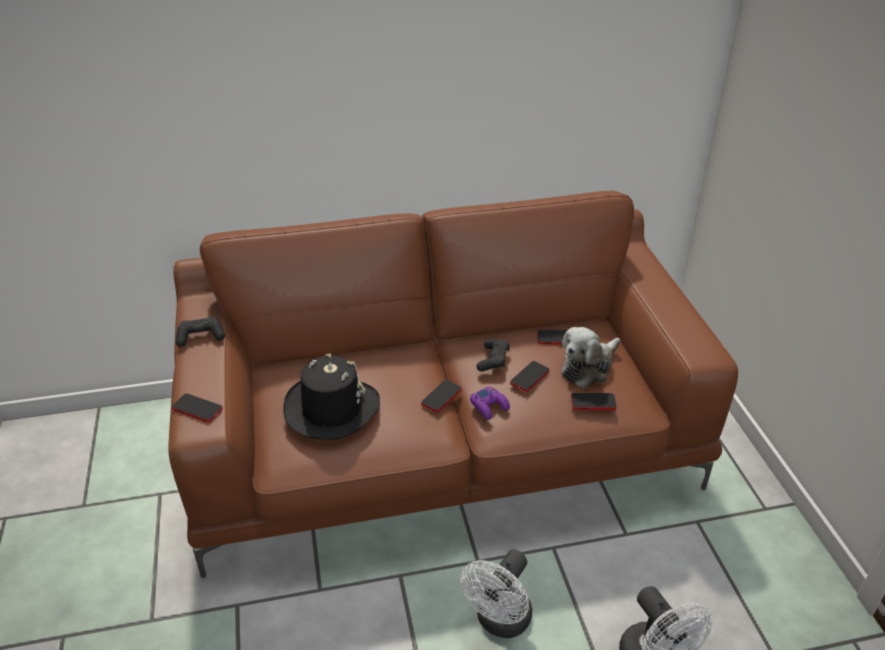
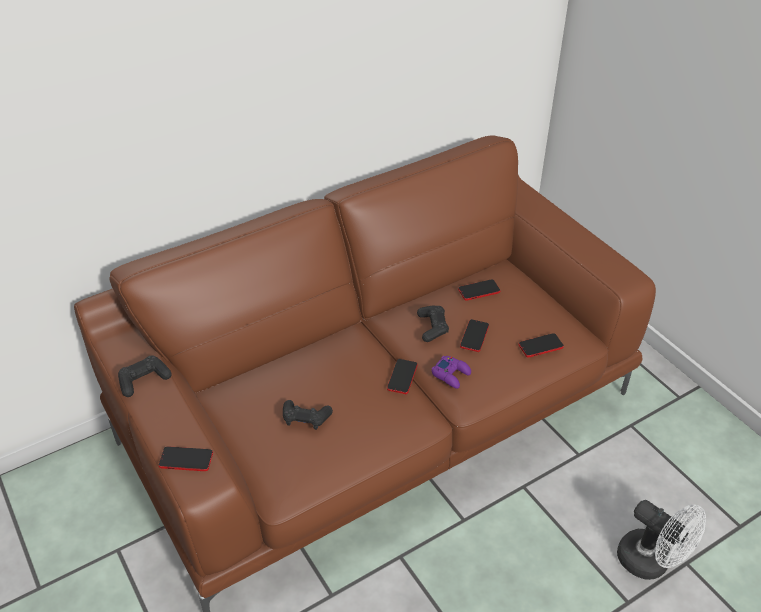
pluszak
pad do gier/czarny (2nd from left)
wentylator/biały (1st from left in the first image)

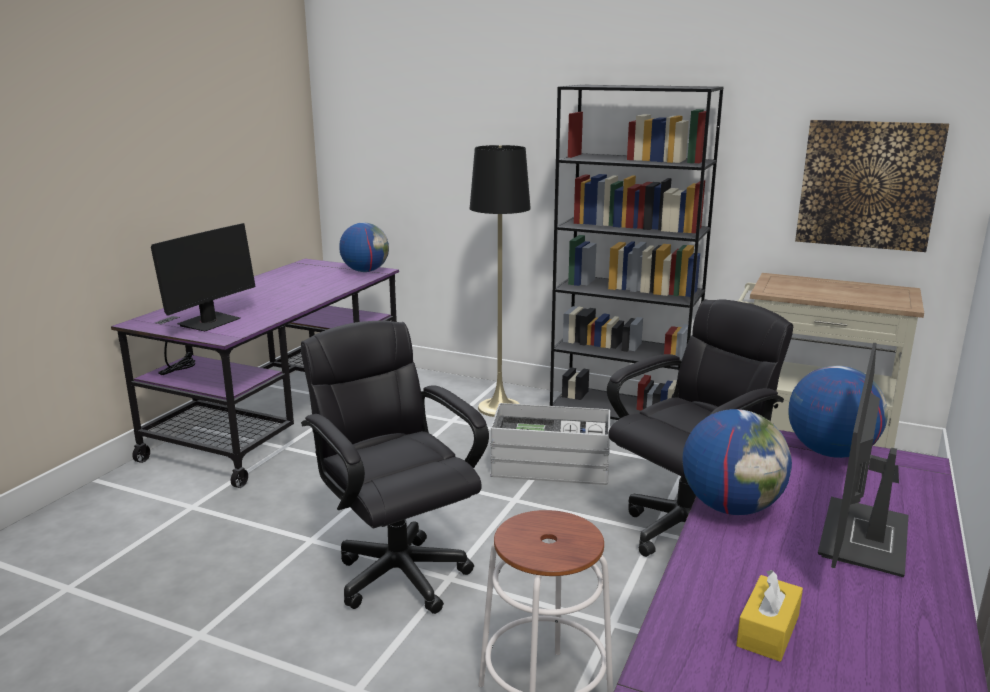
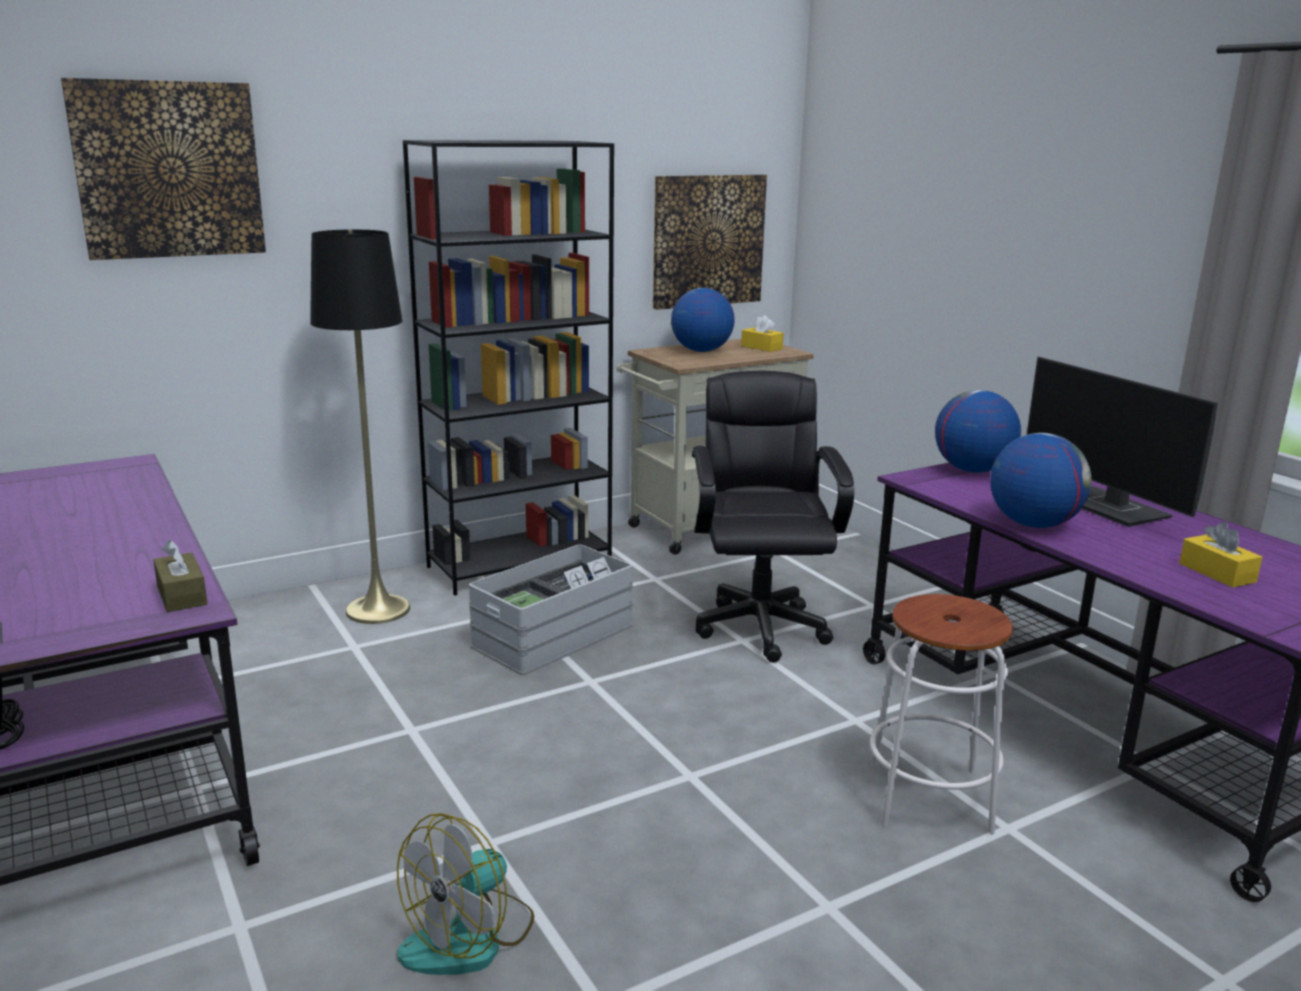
monitor (1st from left in the first image)
globus (1st from left)
krzesło biurowe/czarny (1st from left in the first image)
obraz (1st from left)
pudełko chusteczek/żółty (1st from left)
pudełko chusteczek/brązowy
wentylator

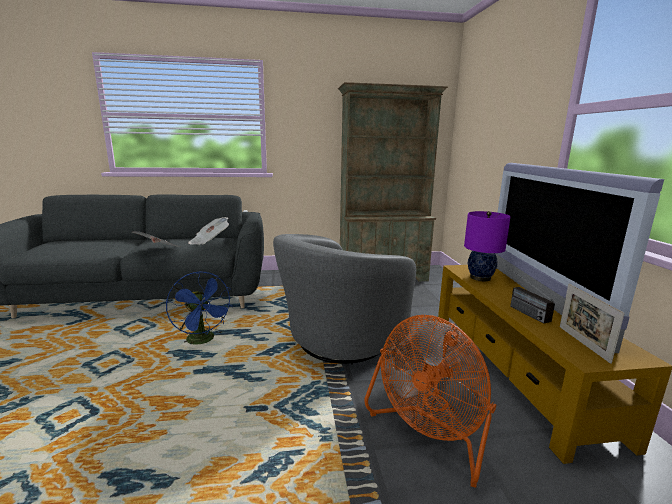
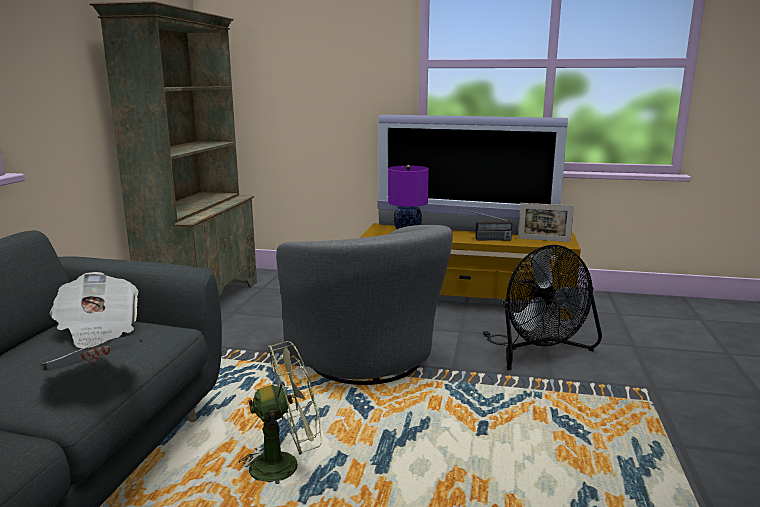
wentylator/zielony
wentylator/czarny

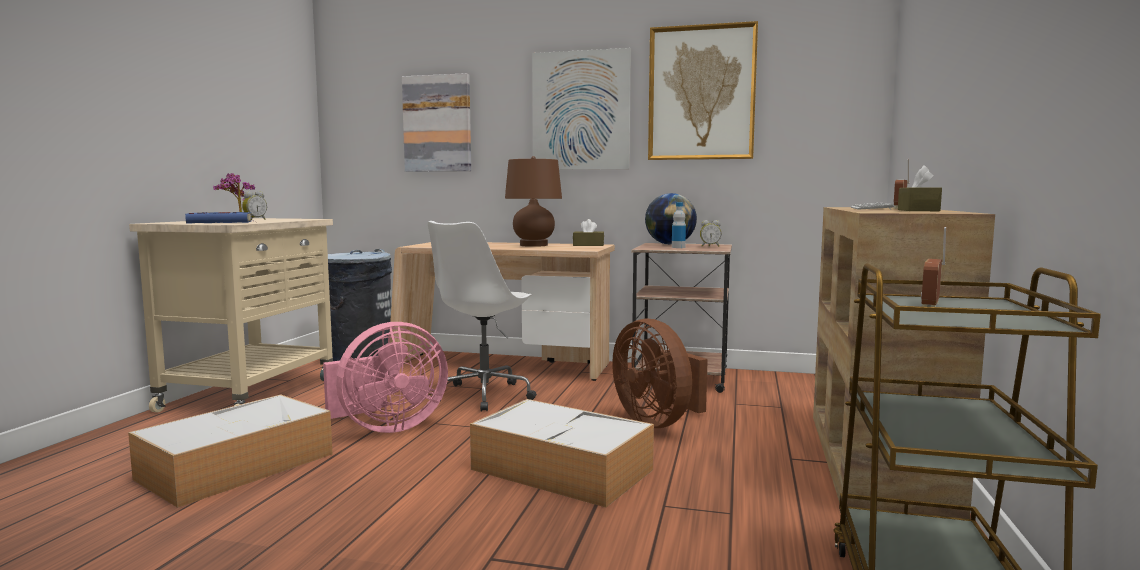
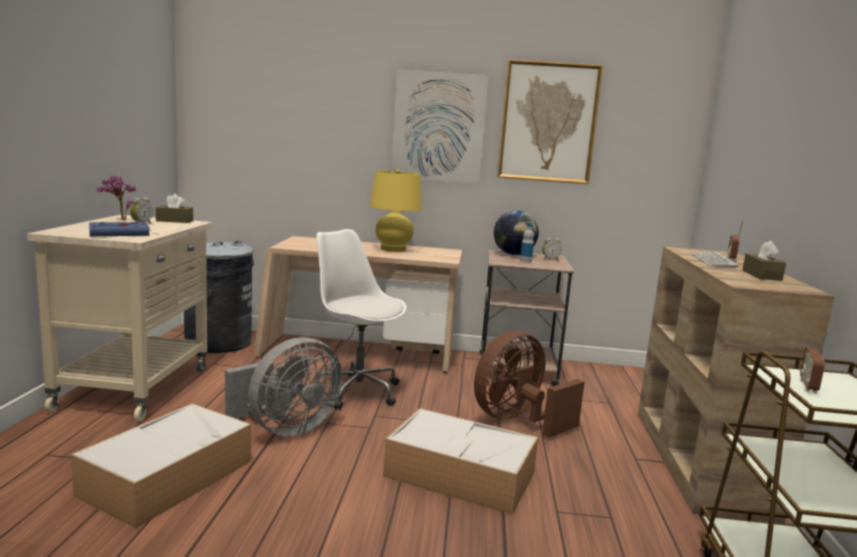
obraz (1st from left in the first image)
lampa stołowa/żółty
pudełko chusteczek/brązowy (1st from left)
krzesło biurowe/biały
wentylator/brązowy
wentylator/szary

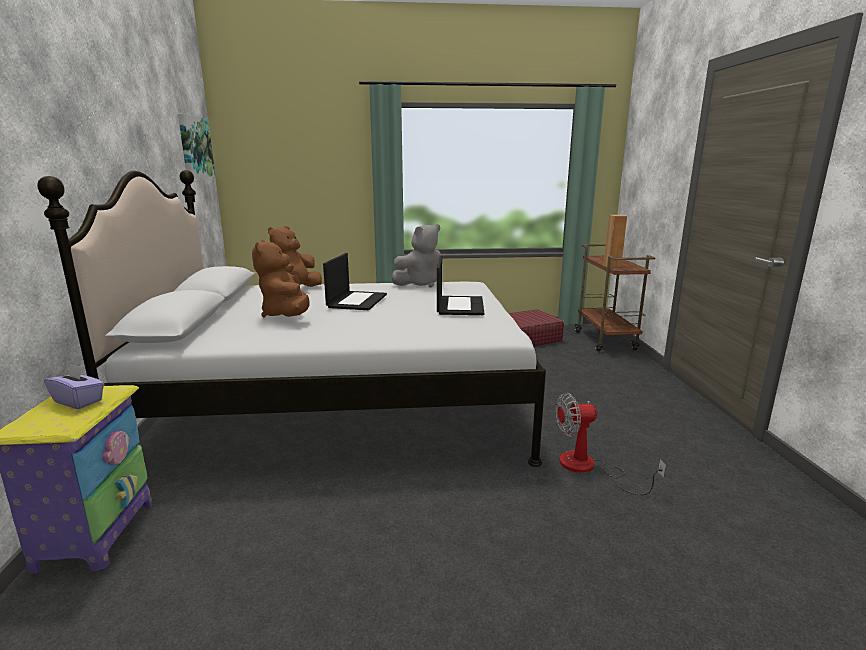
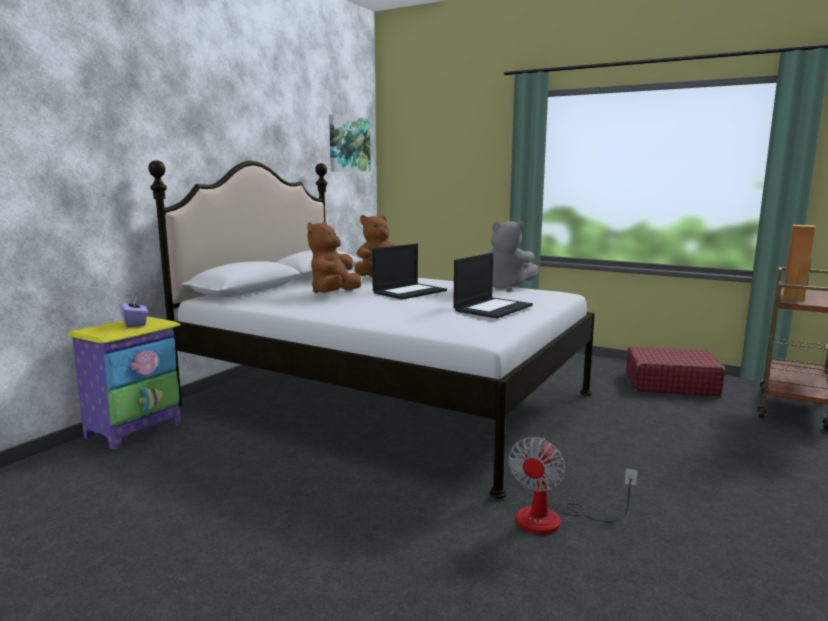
wentylator

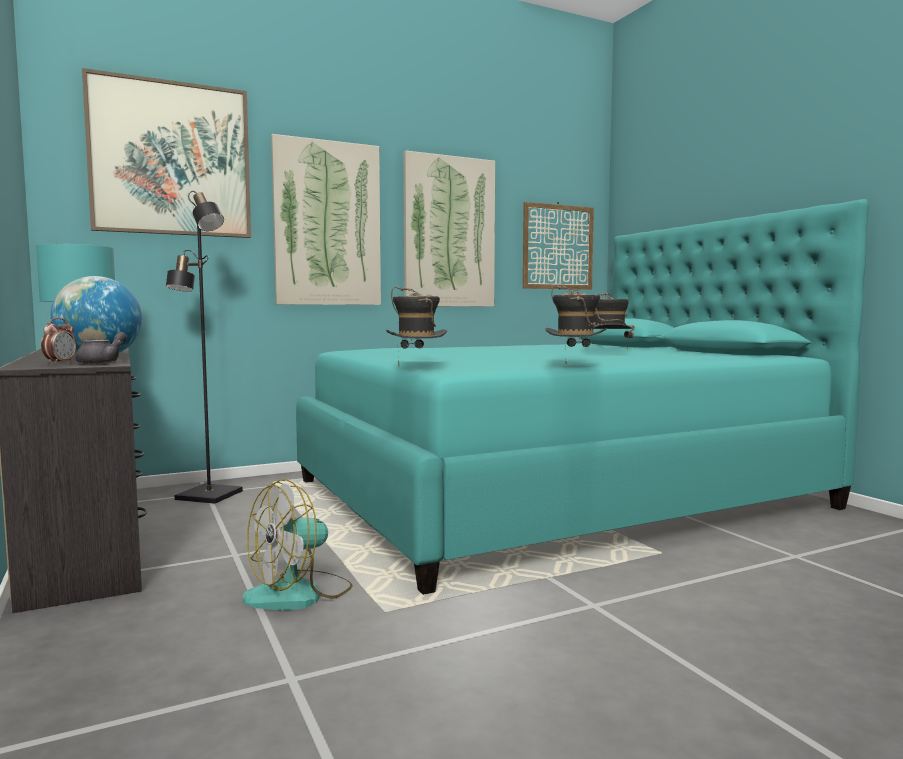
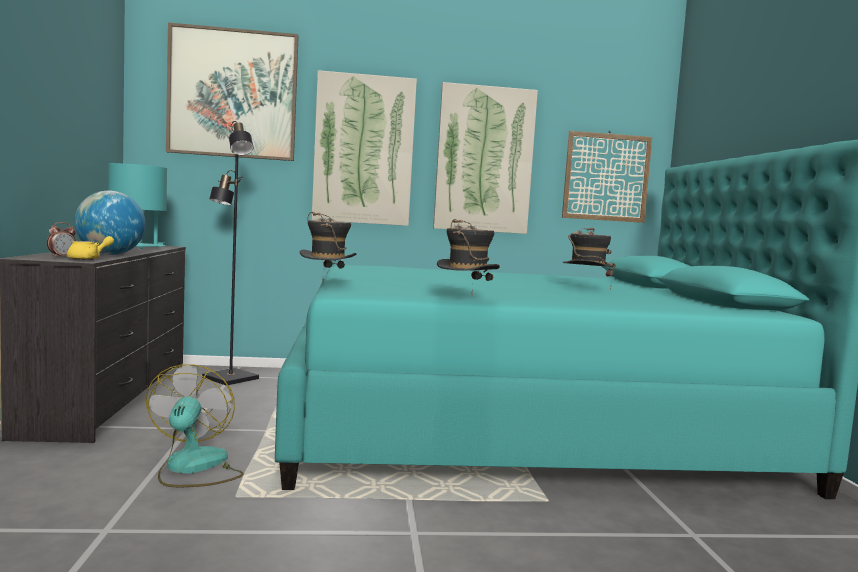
imbryk/żółty
wentylator

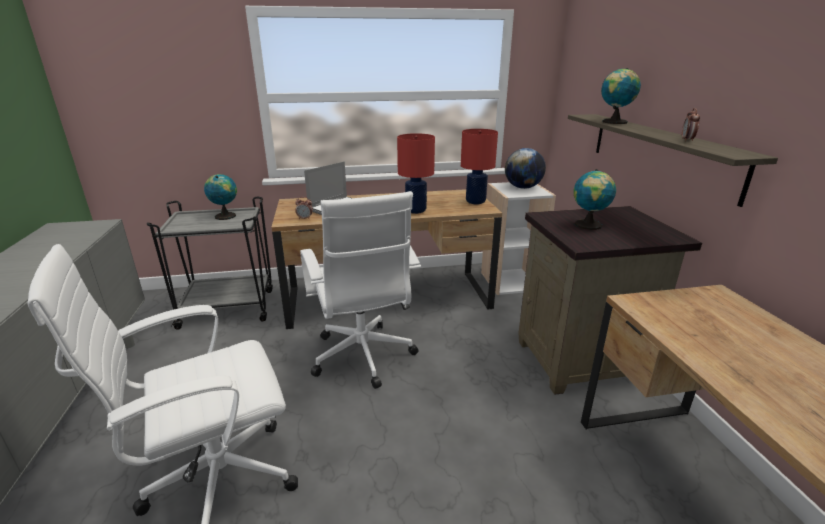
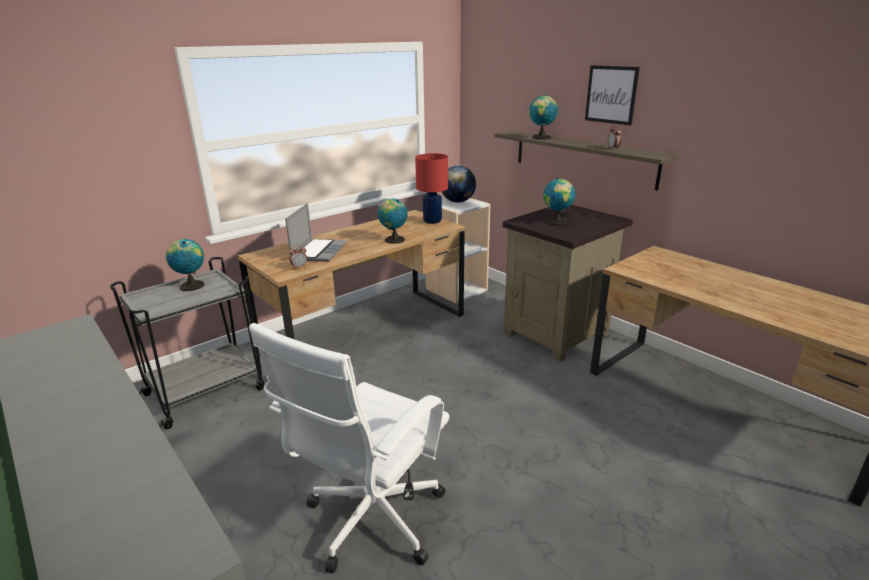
globus (2nd from left)
krzesło biurowe/biały (2nd from left in the first image)
obraz

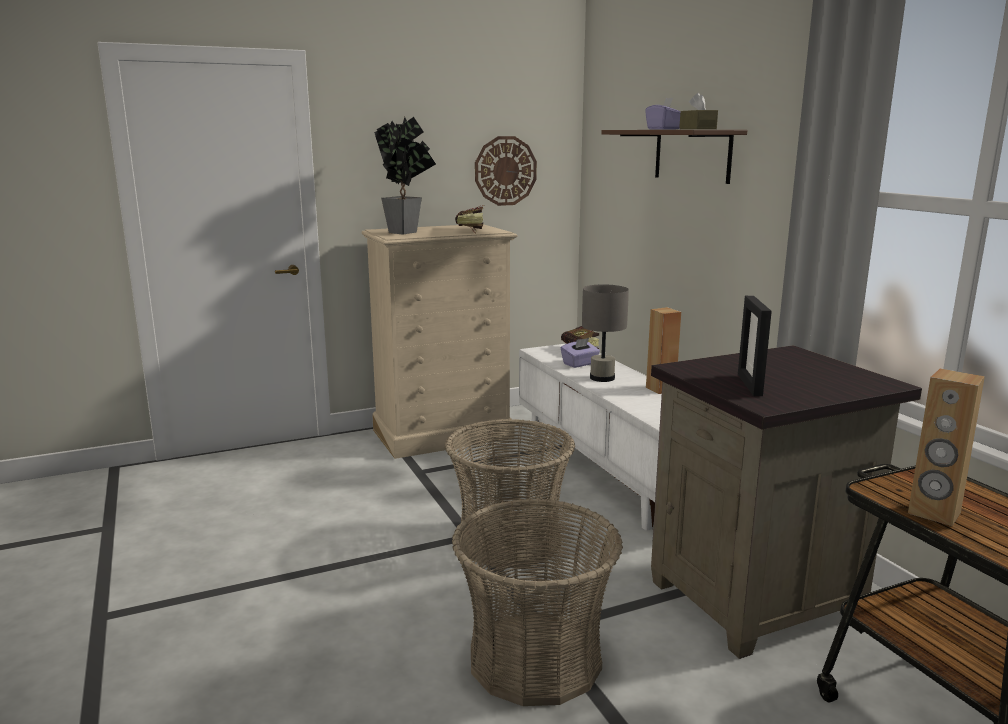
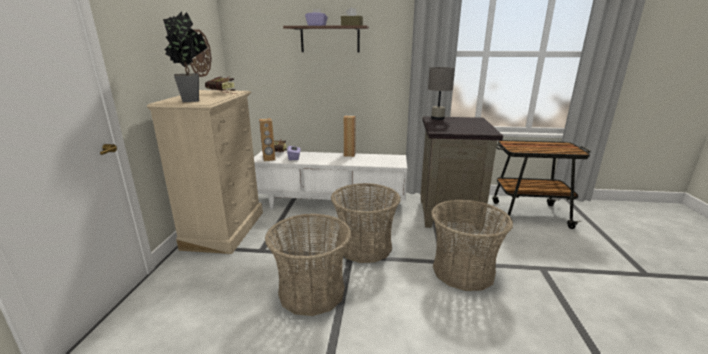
lampa stołowa/szary
ramka na zdjęcie
głośnik/brązowy (1st from left)
koszyk (1st from left)

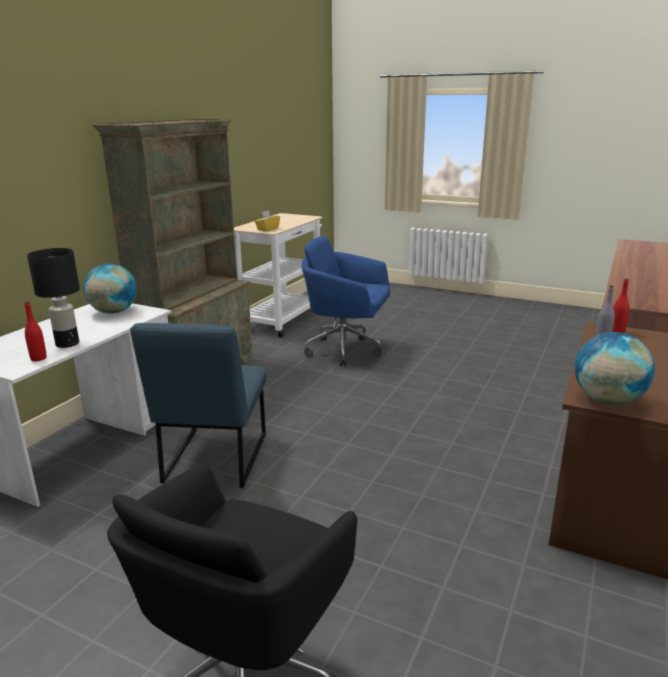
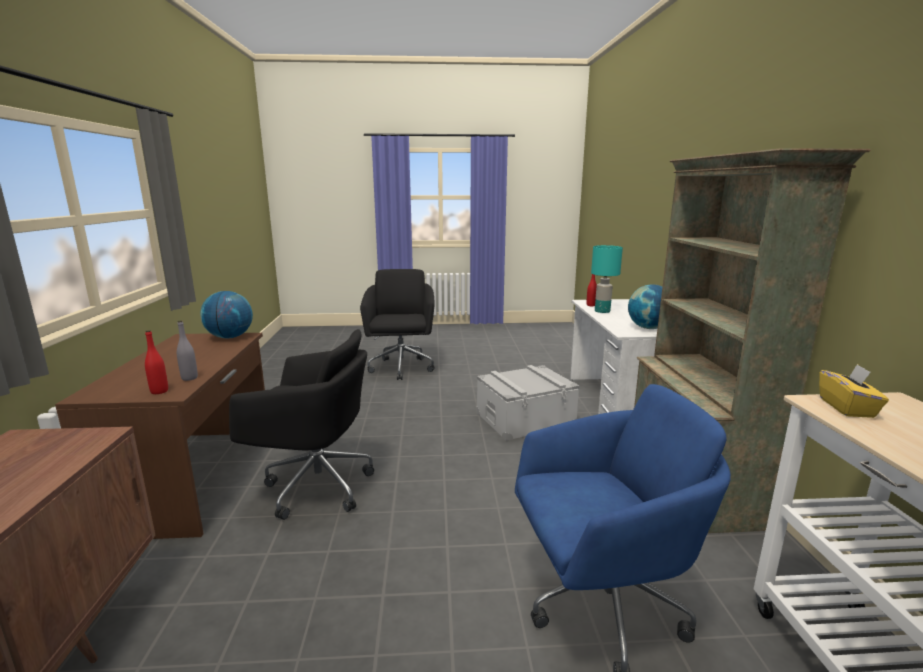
lampa stołowa/turkusowy
pojemnik do przechowywania/szary
krzesło biurowe/czarny (1st from left)

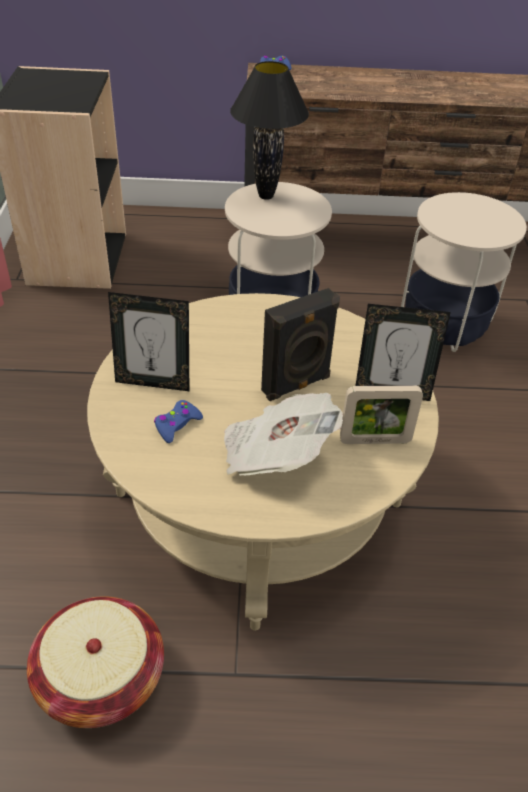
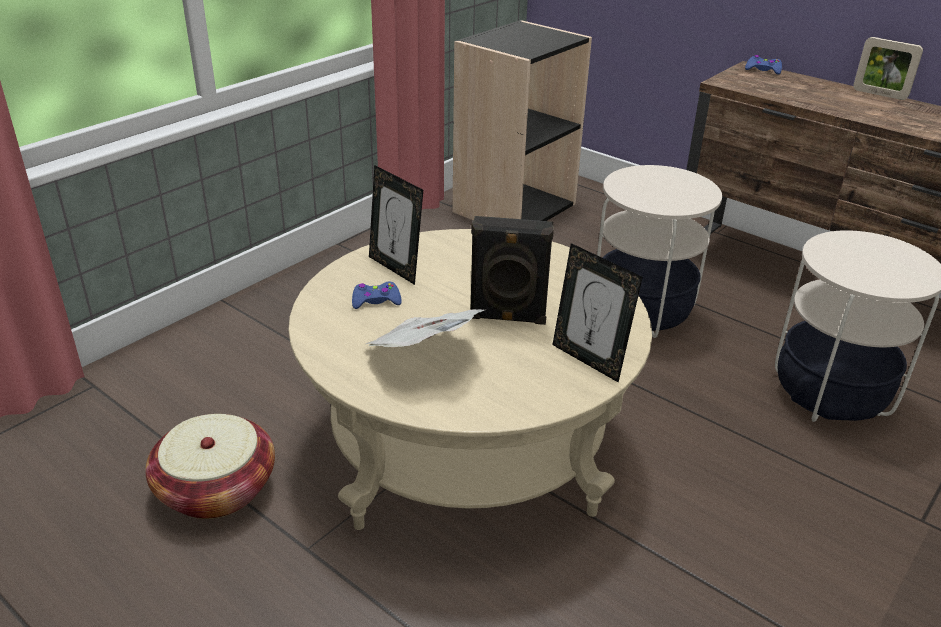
lampa stołowa/czarny
ramka na zdjęcie (3rd from left)

